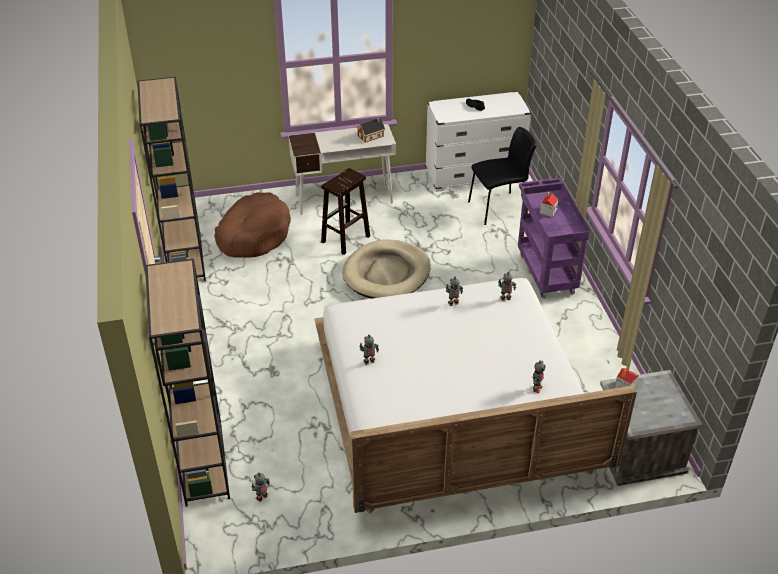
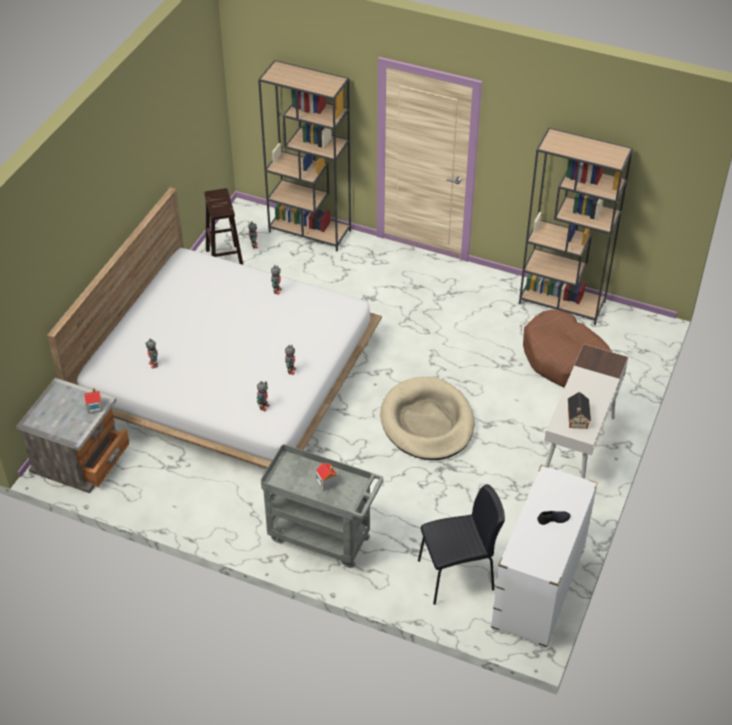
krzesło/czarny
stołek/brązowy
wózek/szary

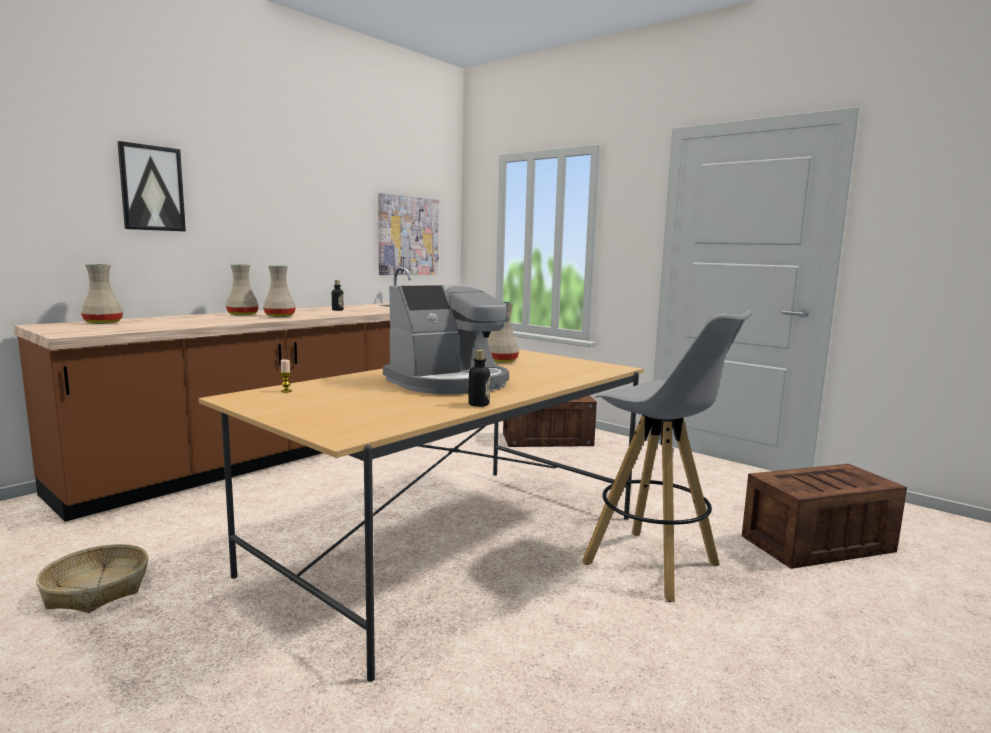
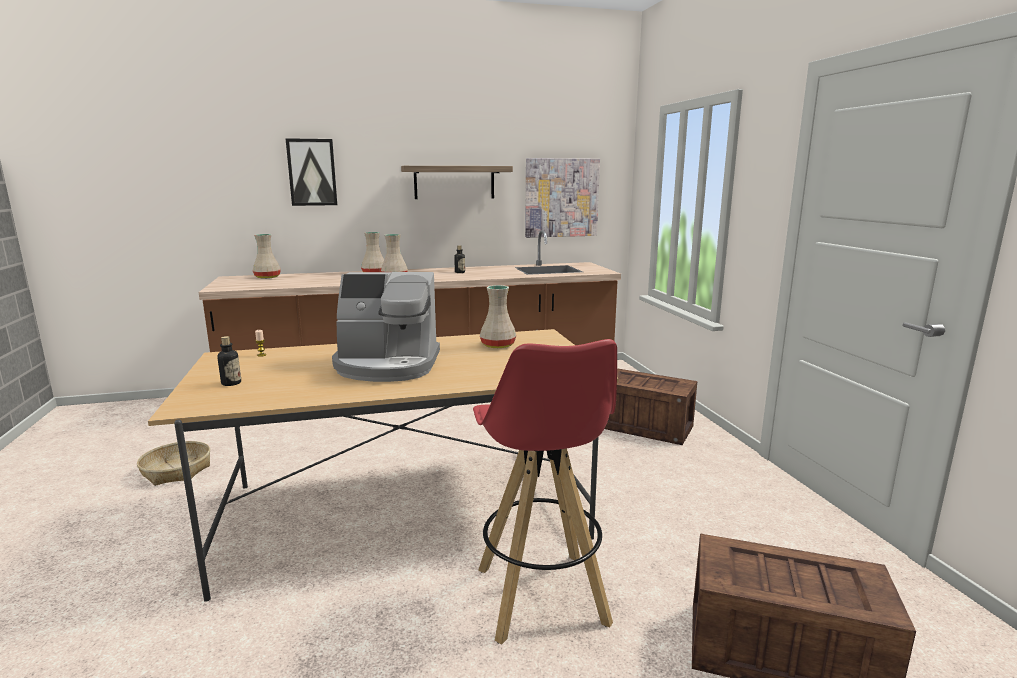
stołek/czerwony
butelka (1st from left)
półka

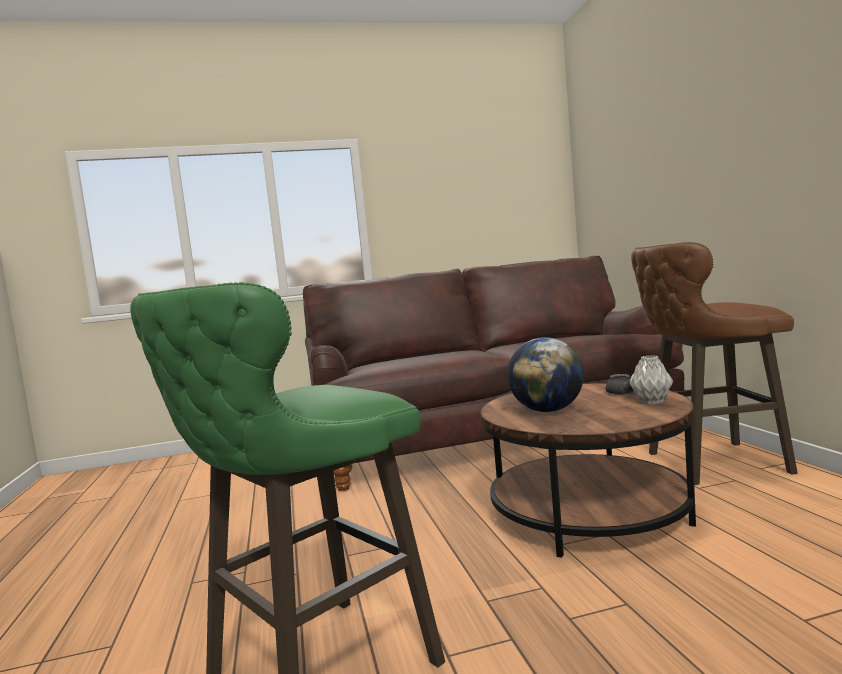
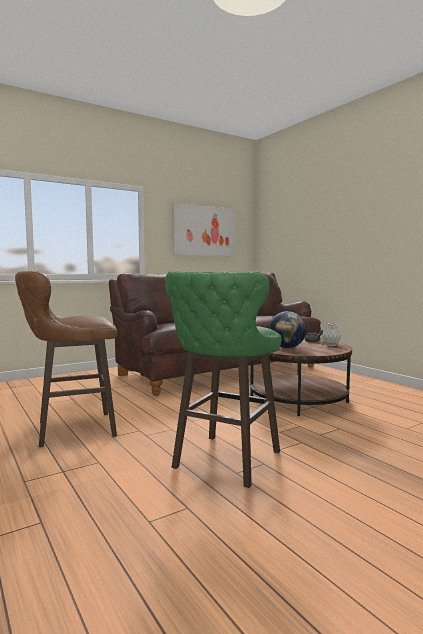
stołek/brązowy
obraz

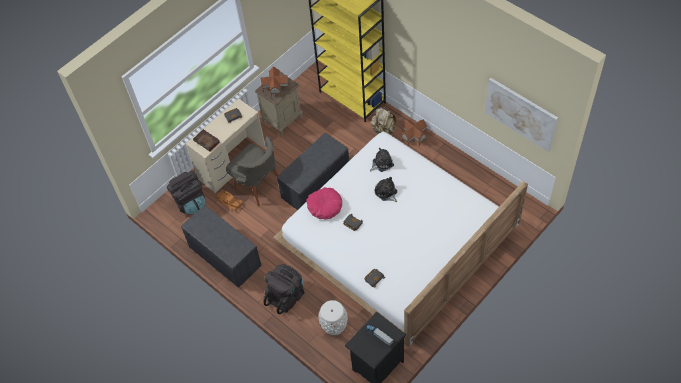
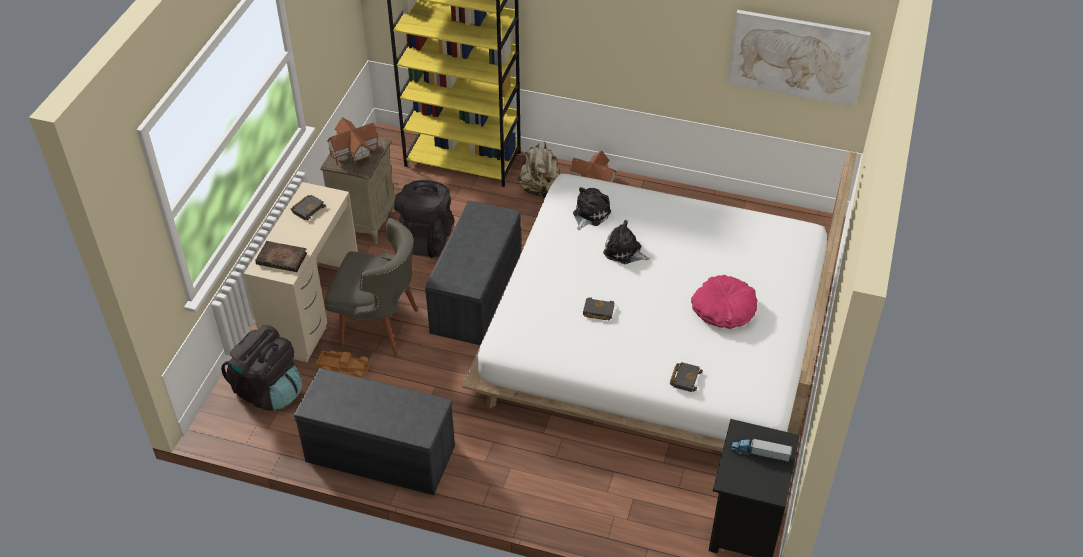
poduszka/różowy
plecak/czarny (2nd from left)
stołek/biały

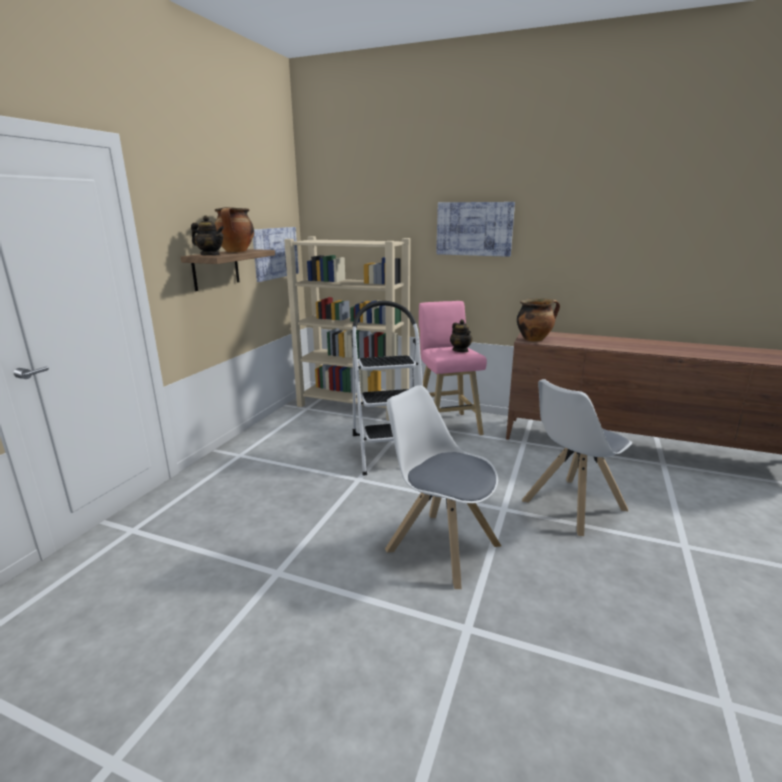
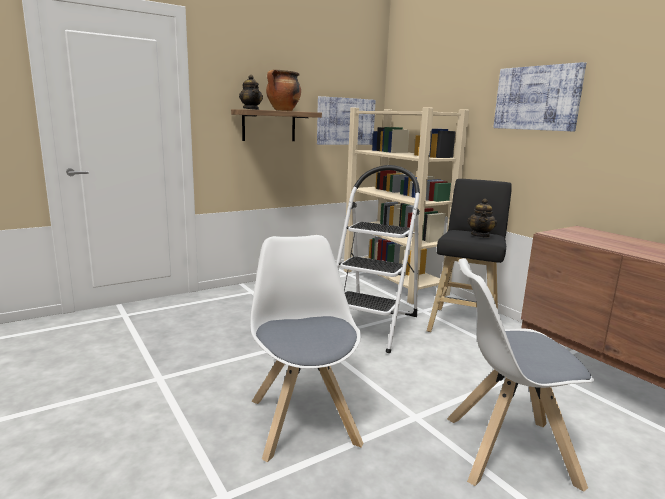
garnek (2nd from left in the first image)
stołek/czarny

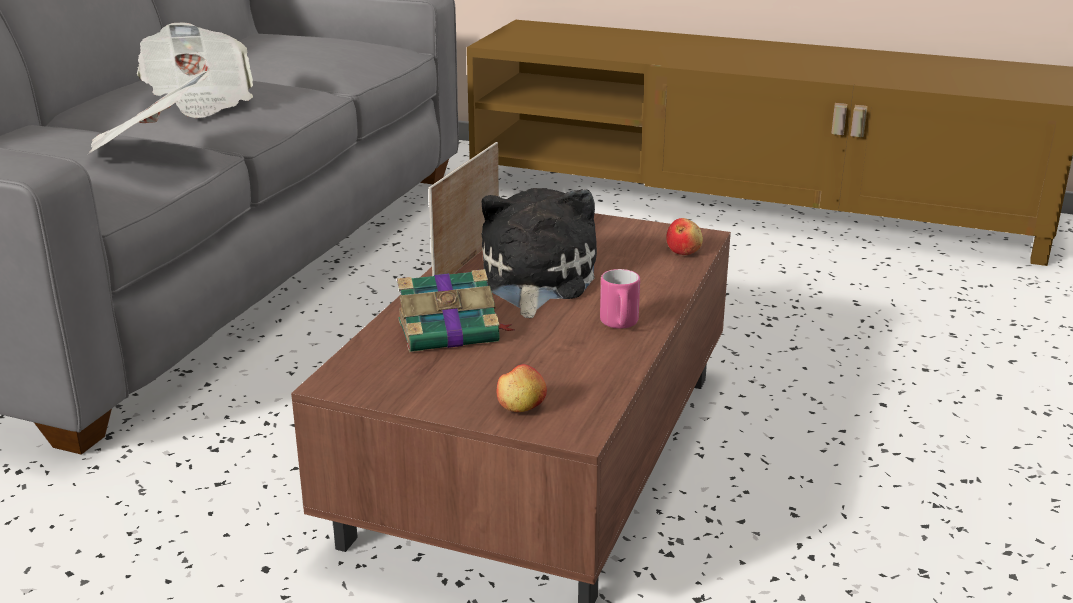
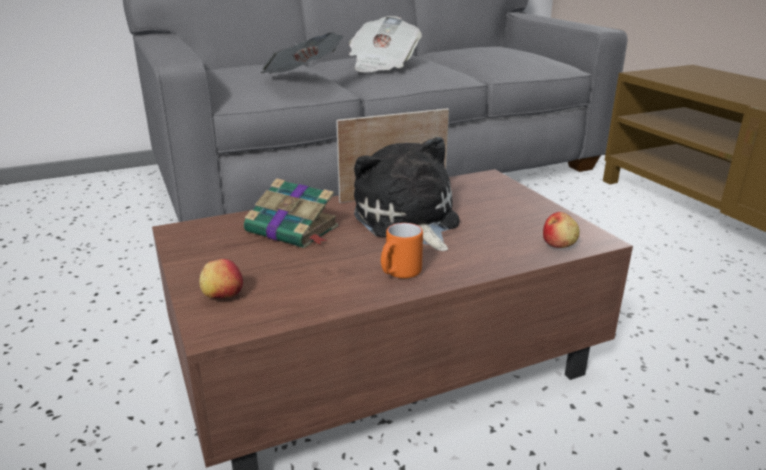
pluszak
kubek/pomarańczowy

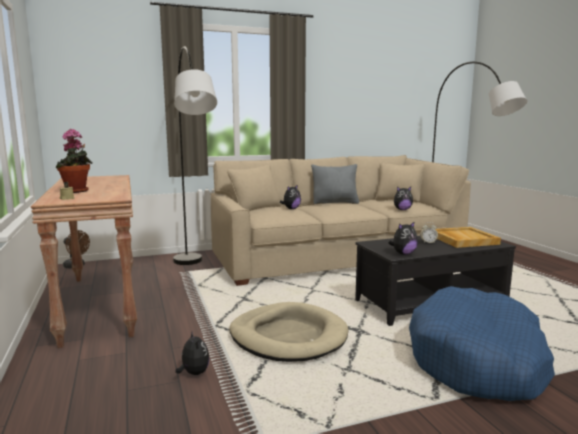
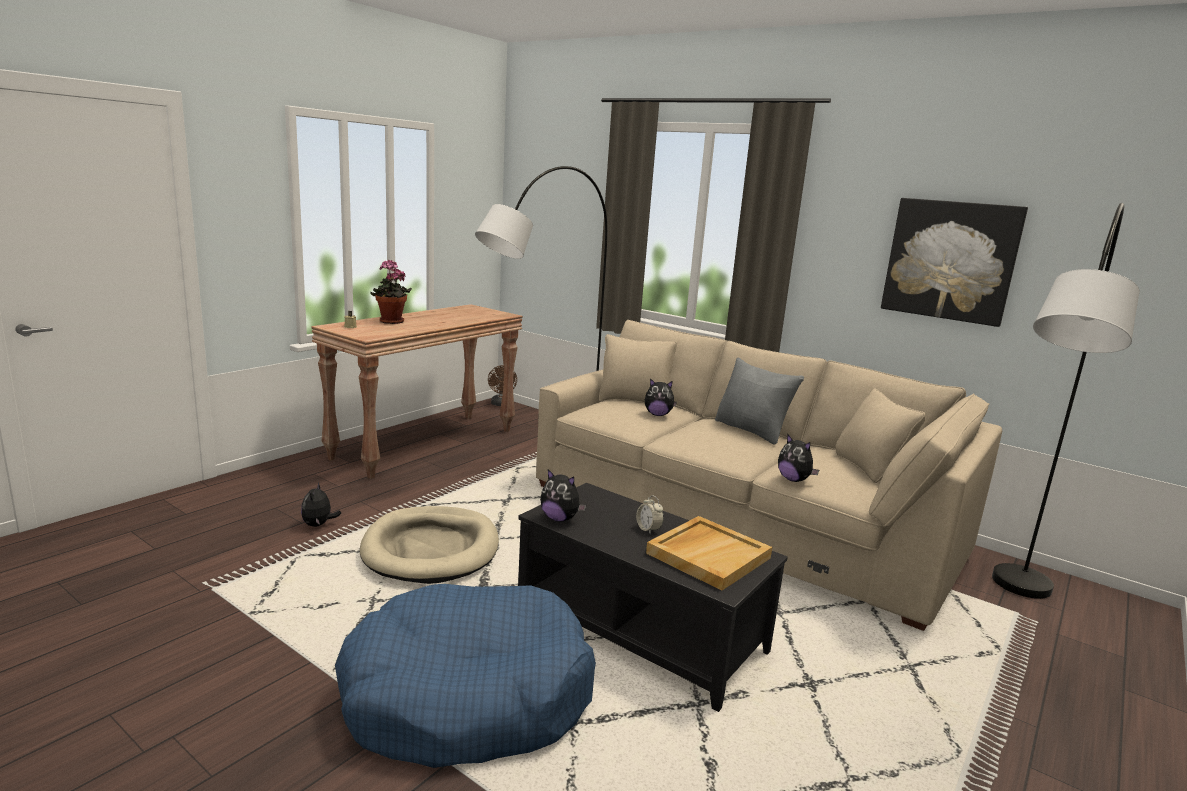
pluszak (1st from left)
obraz

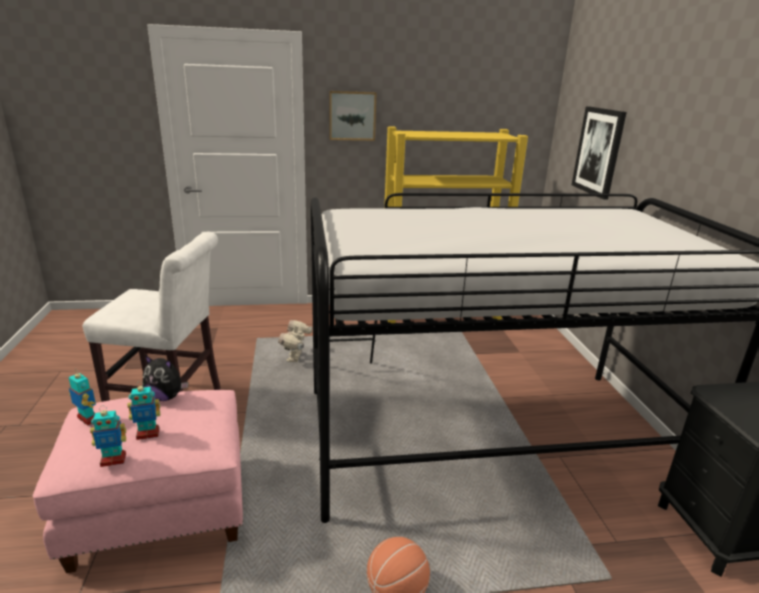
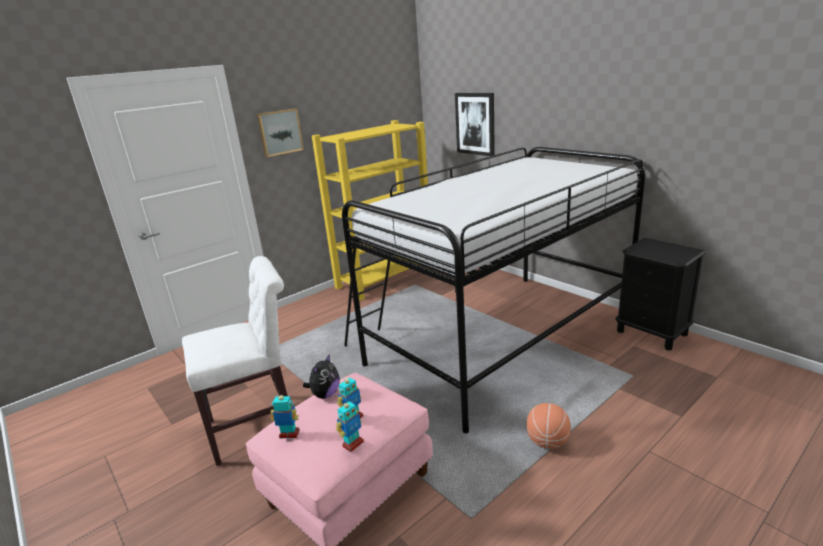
robot zabawkowy (4th from left in the first image)
pluszak

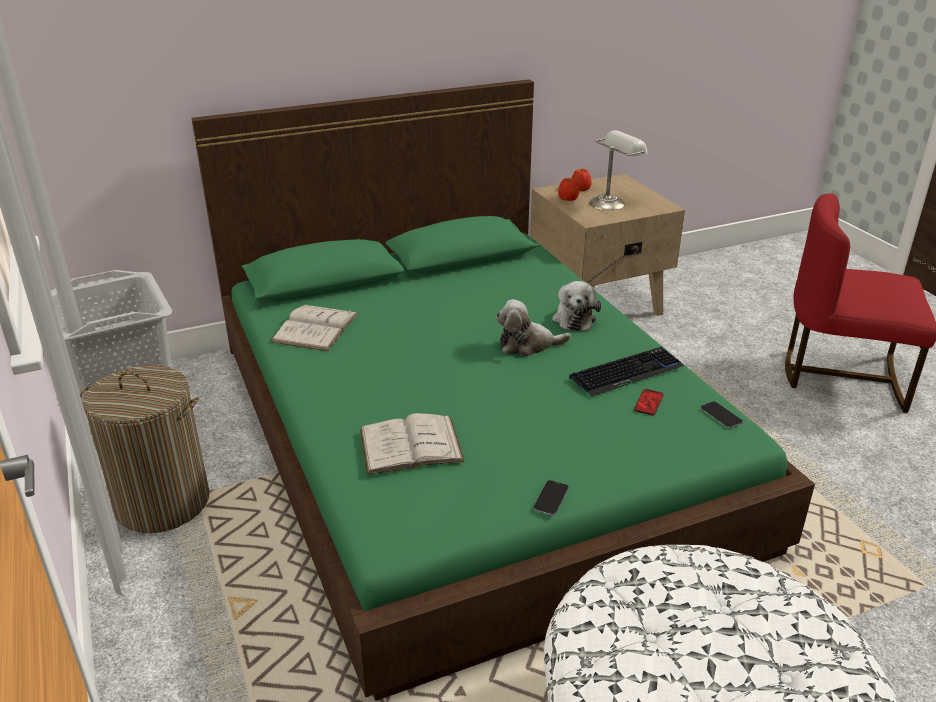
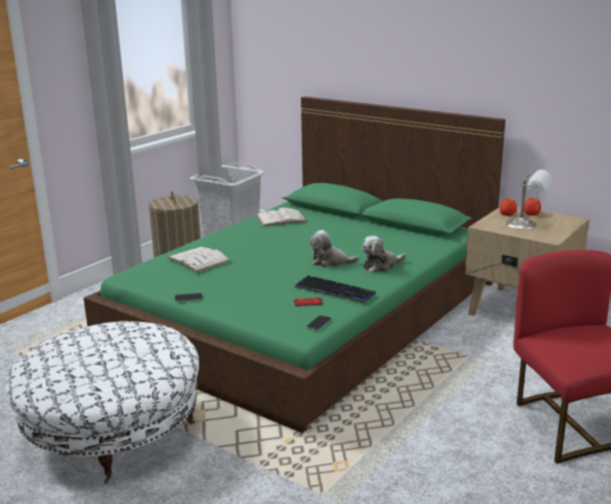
pluszak (1st from left)

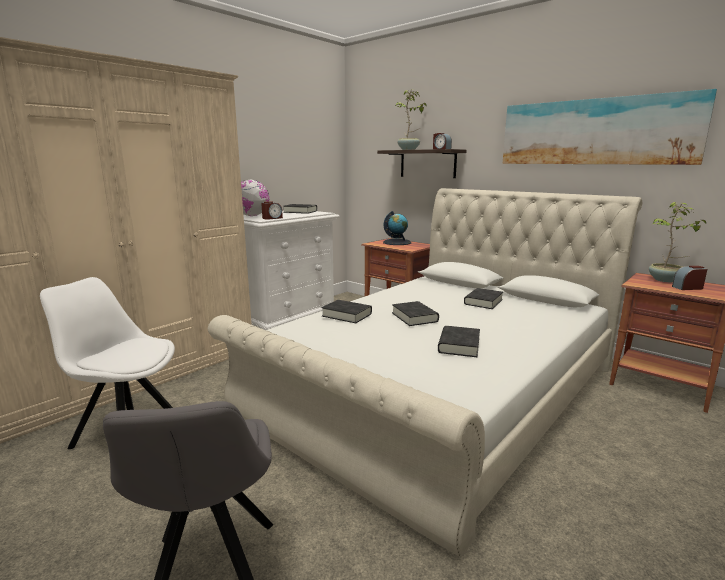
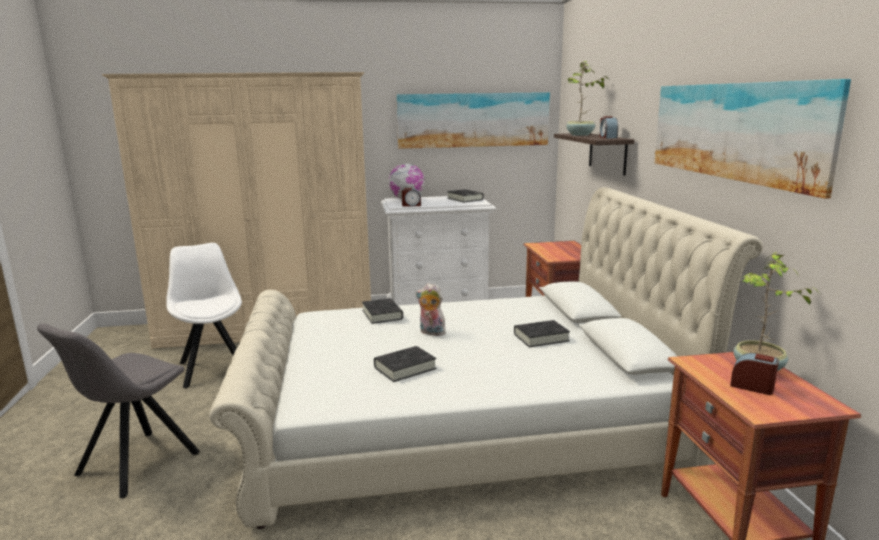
globus (2nd from left in the first image)
pluszak
obraz (1st from left)

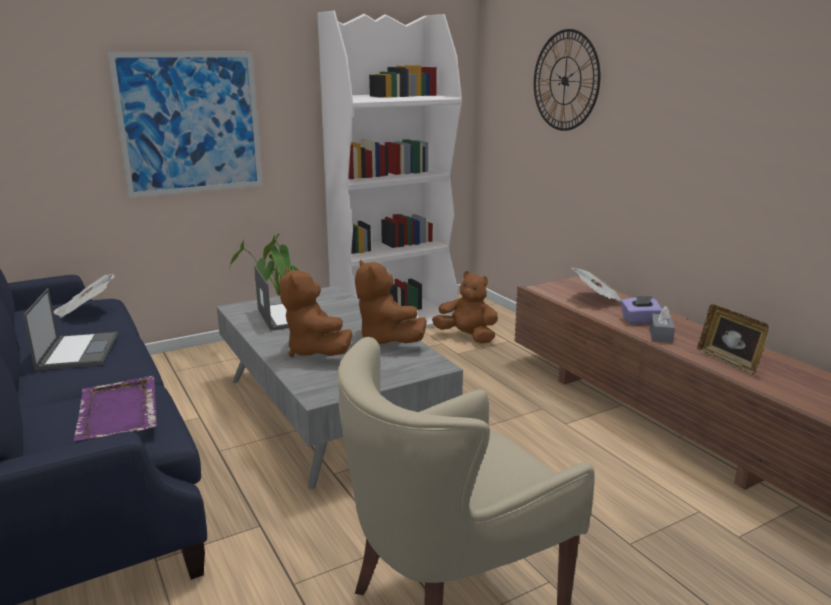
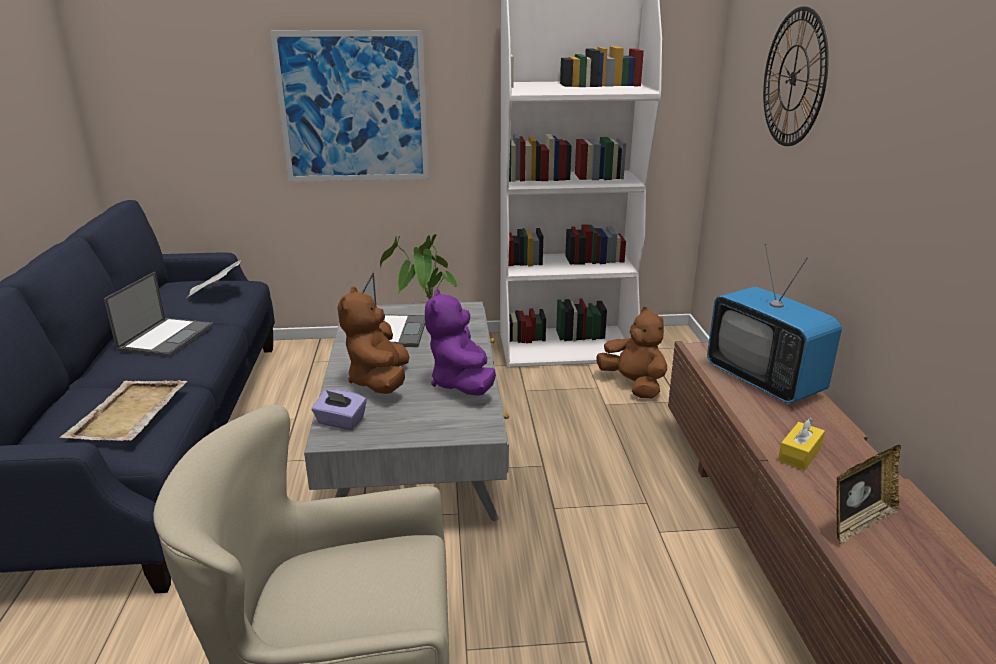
pluszak/fioletowy
telewizor
pudełko chusteczek/fioletowy
ramka na zdjęcie
pudełko chusteczek/żółty
taca/beżowy

